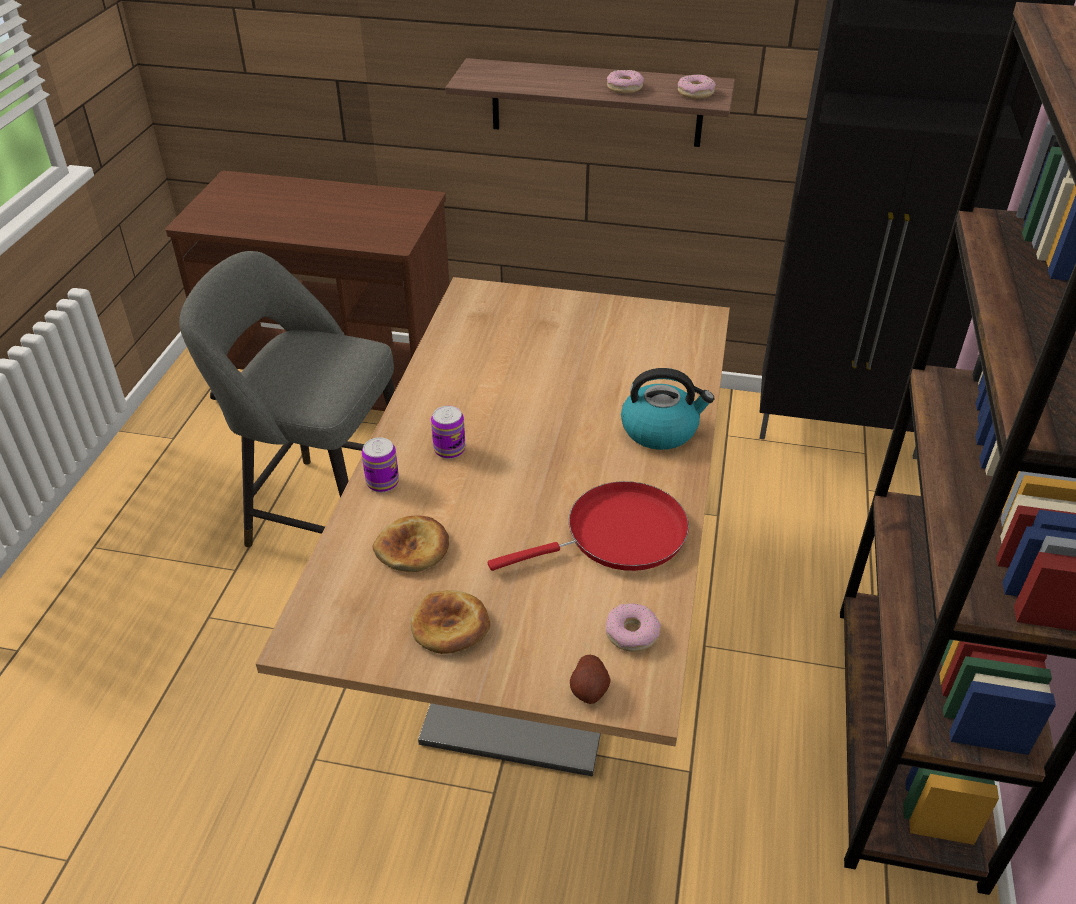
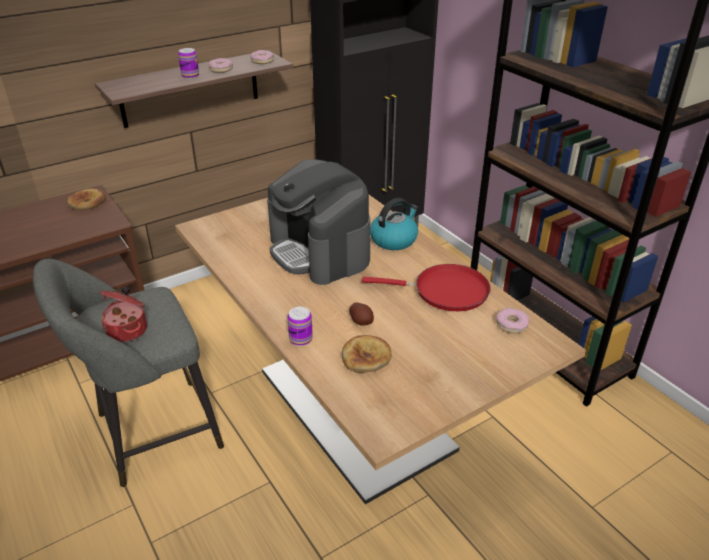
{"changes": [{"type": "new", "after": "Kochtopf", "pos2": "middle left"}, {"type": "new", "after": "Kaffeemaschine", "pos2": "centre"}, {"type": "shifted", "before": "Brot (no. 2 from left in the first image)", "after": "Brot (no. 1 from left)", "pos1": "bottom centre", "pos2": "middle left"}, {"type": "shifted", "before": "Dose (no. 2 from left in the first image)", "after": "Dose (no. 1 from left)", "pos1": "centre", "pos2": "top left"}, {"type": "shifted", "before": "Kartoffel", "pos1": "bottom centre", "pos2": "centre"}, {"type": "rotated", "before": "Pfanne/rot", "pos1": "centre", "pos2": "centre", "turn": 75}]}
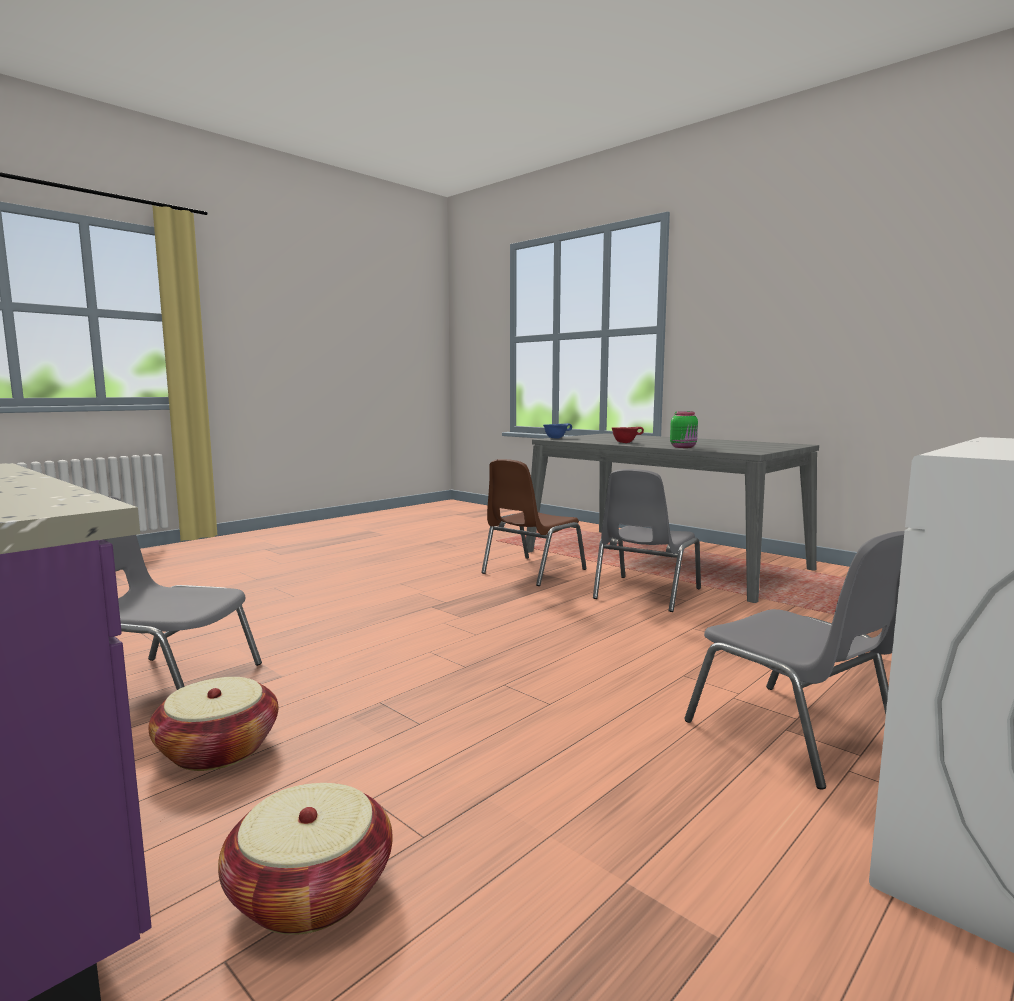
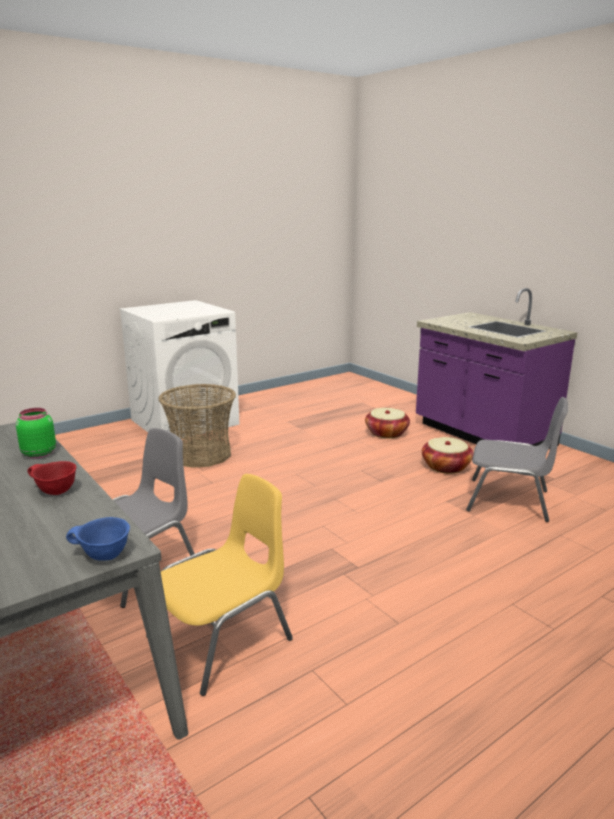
{"changes": [{"type": "swapped", "before": "Stuhl/grau (no. 3 from left)", "after": "Korb (no. 1 from left)", "pos1": "middle right", "pos2": "middle left"}, {"type": "repainted", "before": "Stuhl/braun", "after": "Stuhl/gelb", "pos1": "centre", "pos2": "bottom centre"}]}
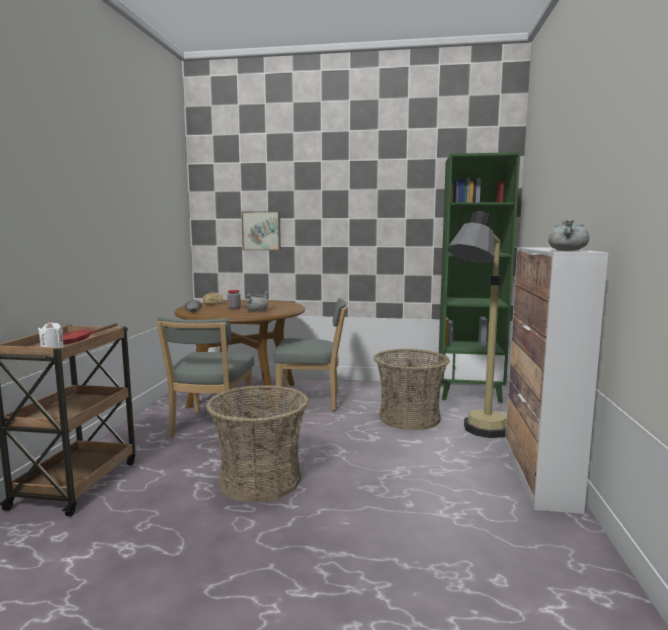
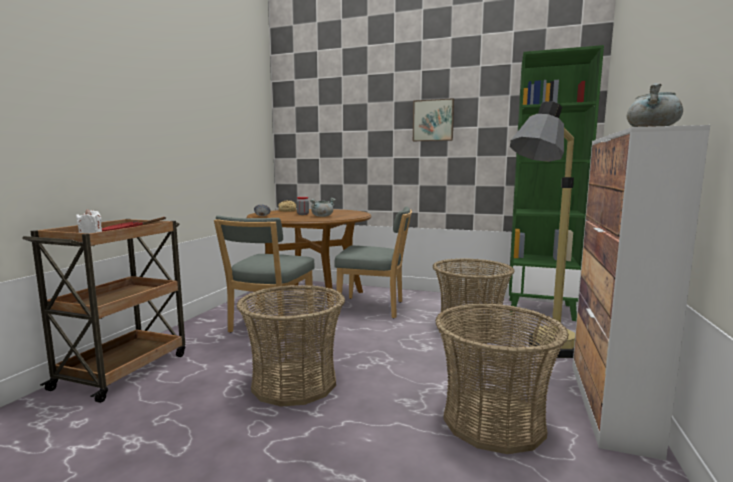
{"changes": [{"type": "new", "after": "Korb (no. 3 from left)", "pos2": "bottom right"}, {"type": "shifted", "before": "Bild", "pos1": "centre", "pos2": "top centre"}]}
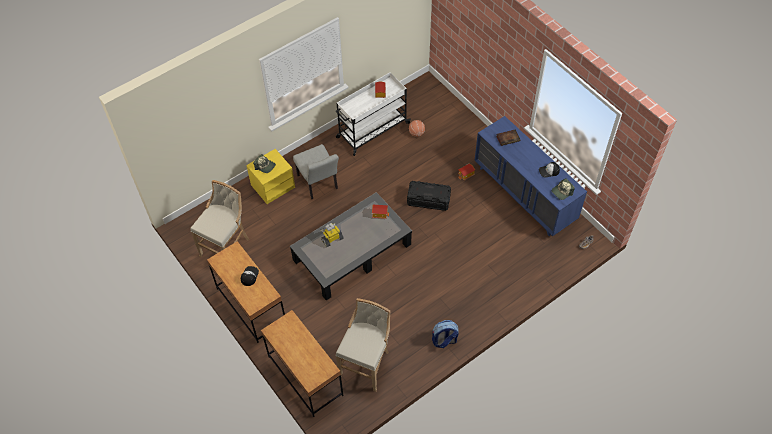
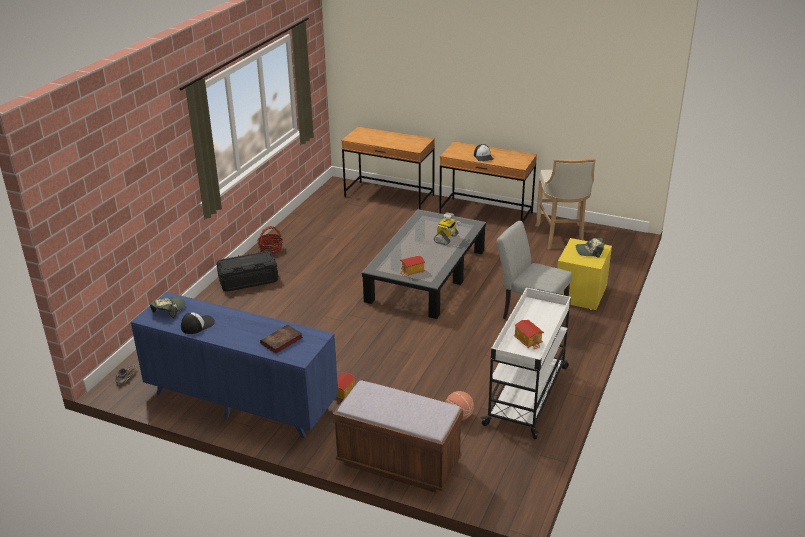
{"changes": [{"type": "gone", "before": "Hocker/beige (no. 2 from left)", "pos1": "bottom centre"}, {"type": "new", "after": "Bank/braun", "pos2": "bottom centre"}, {"type": "shifted", "before": "Aufbewahrungsbox/schwarz", "pos1": "centre", "pos2": "middle left"}, {"type": "swapped", "before": "Rucksack", "after": "Korb", "pos1": "bottom centre", "pos2": "centre"}]}
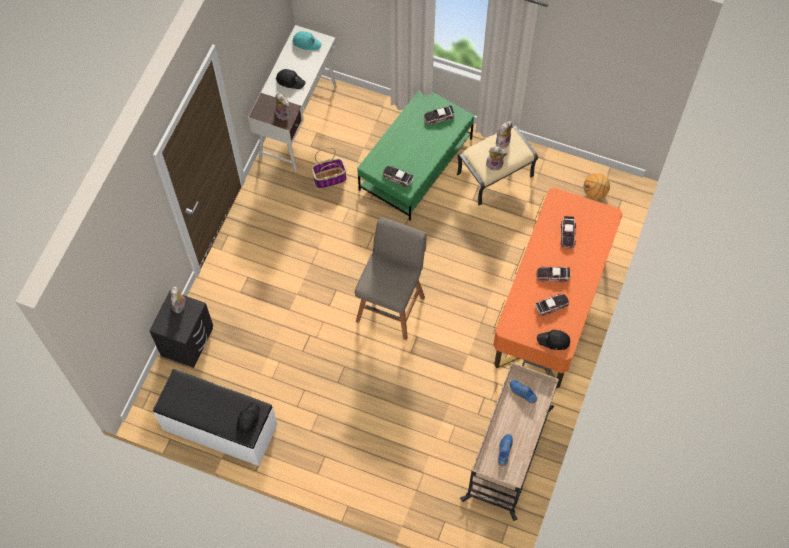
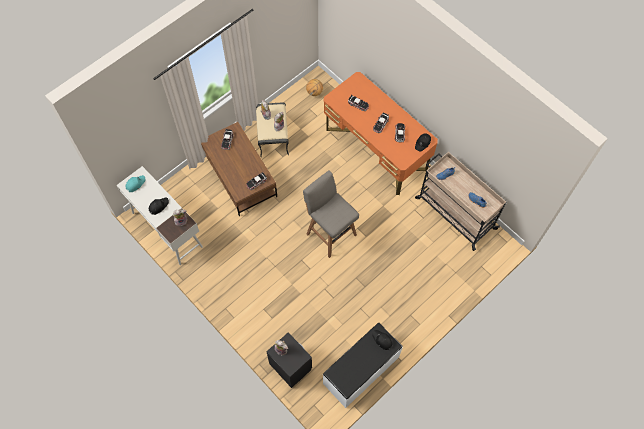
{"changes": [{"type": "gone", "before": "Korb", "pos1": "top centre"}, {"type": "repainted", "before": "Couchtisch/grün", "after": "Couchtisch/braun", "pos1": "top centre", "pos2": "centre"}]}
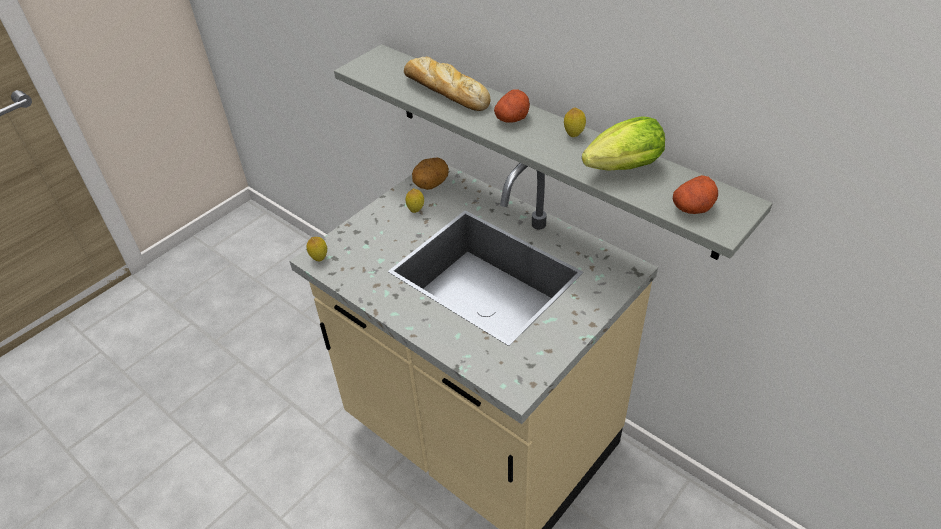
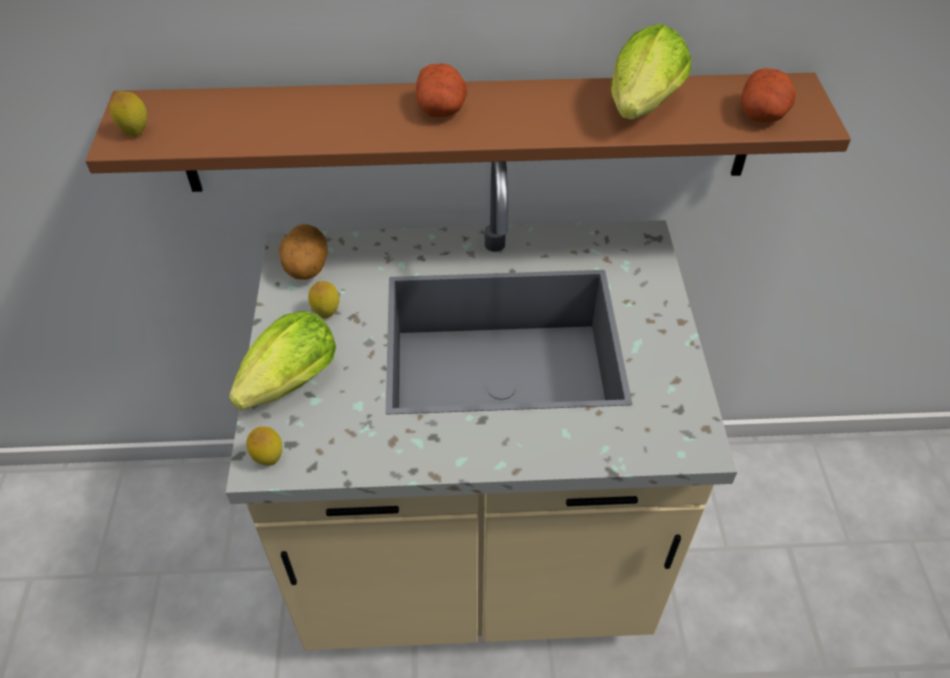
{"changes": [{"type": "gone", "before": "Brot", "pos1": "top centre"}, {"type": "new", "after": "Salatkopf (no. 1 from left)", "pos2": "middle left"}, {"type": "shifted", "before": "Zitrone (no. 3 from left in the first image)", "after": "Zitrone (no. 1 from left)", "pos1": "top centre", "pos2": "top left"}, {"type": "repainted", "before": "Wandregal/grau", "after": "Wandregal/braun", "pos1": "top centre", "pos2": "top centre"}]}
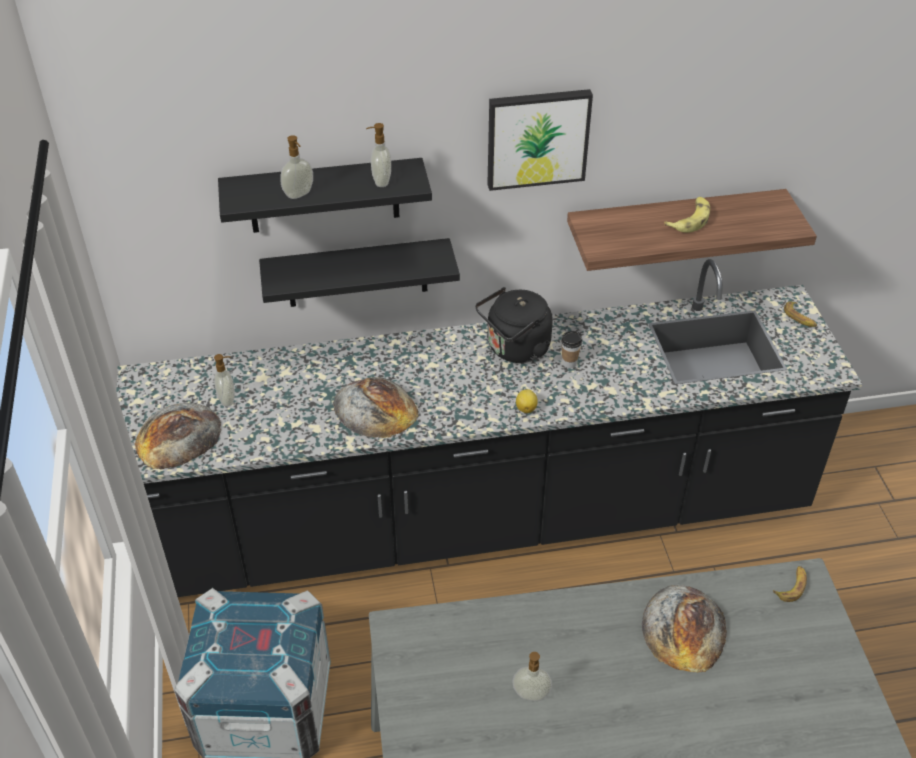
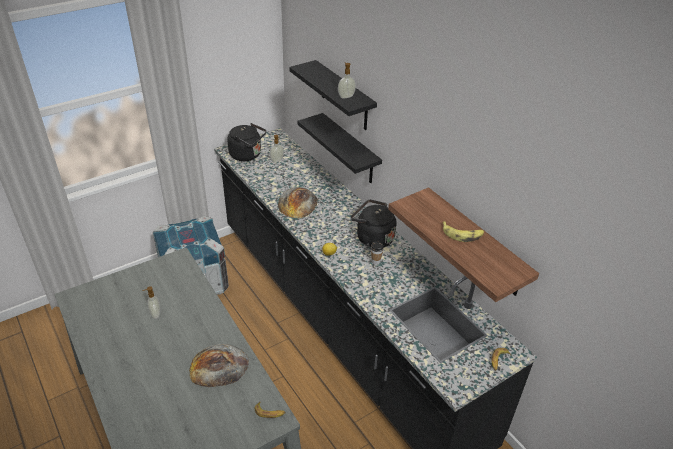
{"changes": [{"type": "gone", "before": "Seifenspender (no. 2 from left)", "pos1": "top left"}, {"type": "gone", "before": "Bild", "pos1": "top centre"}, {"type": "swapped", "before": "Brot (no. 1 from left)", "after": "Wasserkessel/schwarz (no. 1 from left)", "pos1": "middle left", "pos2": "top centre"}]}
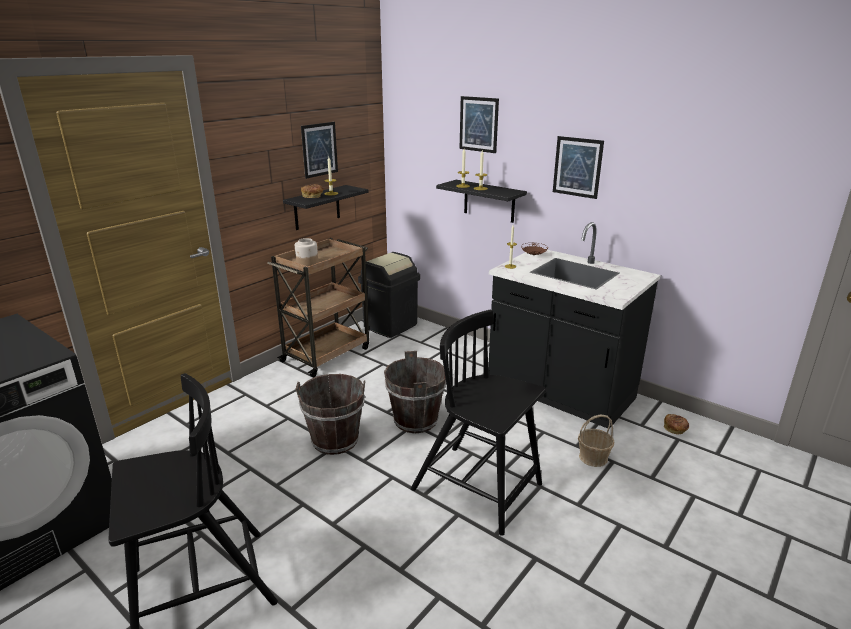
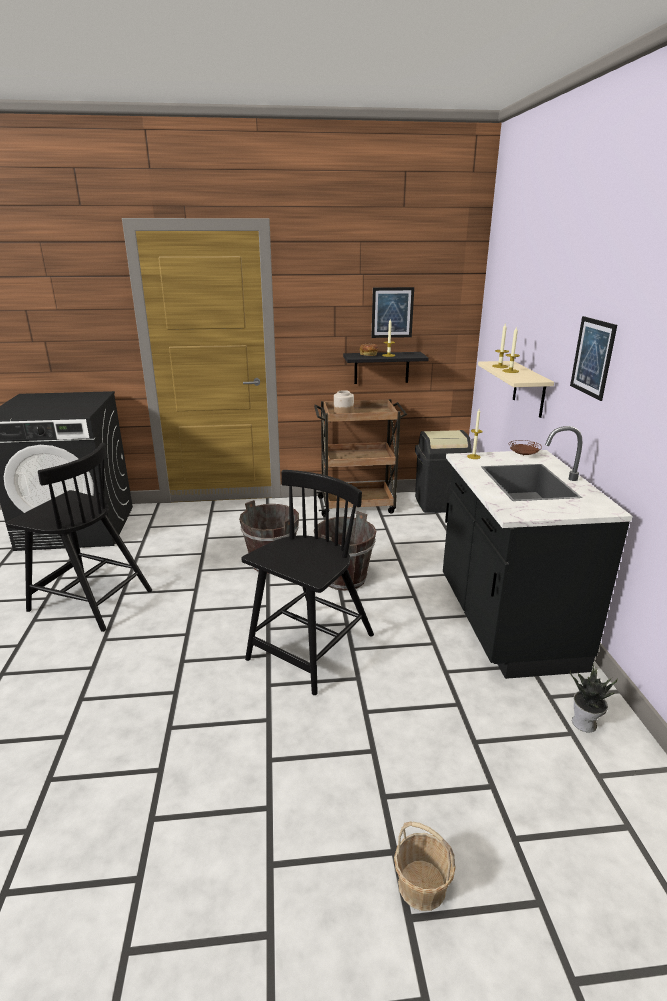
{"changes": [{"type": "gone", "before": "Bild (no. 2 from left)", "pos1": "top centre"}, {"type": "shifted", "before": "Korb", "pos1": "bottom right", "pos2": "bottom centre"}, {"type": "swapped", "before": "Brot (no. 2 from left)", "after": "Topfpflanze", "pos1": "bottom right", "pos2": "bottom right"}, {"type": "repainted", "before": "Wandregal/schwarz (no. 2 from left)", "after": "Wandregal/beige", "pos1": "top centre", "pos2": "middle right"}, {"type": "rotated", "before": "Stuhl/schwarz (no. 2 from left)", "pos1": "bottom centre", "pos2": "centre", "turn": 45}]}
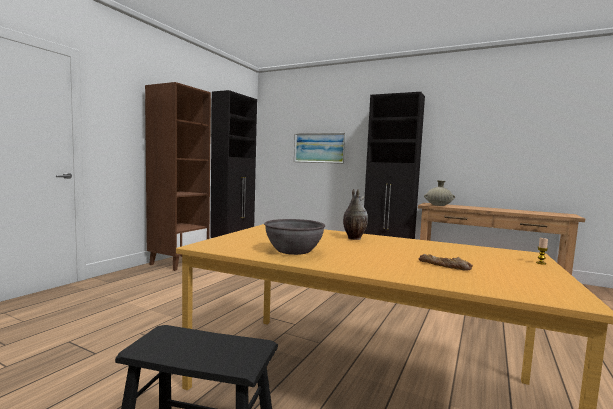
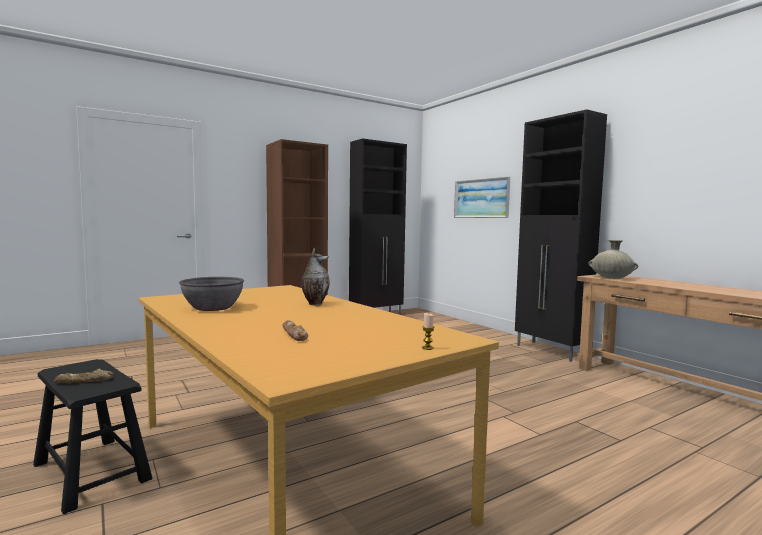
{"changes": [{"type": "new", "after": "Brot (no. 1 from left)", "pos2": "bottom left"}]}
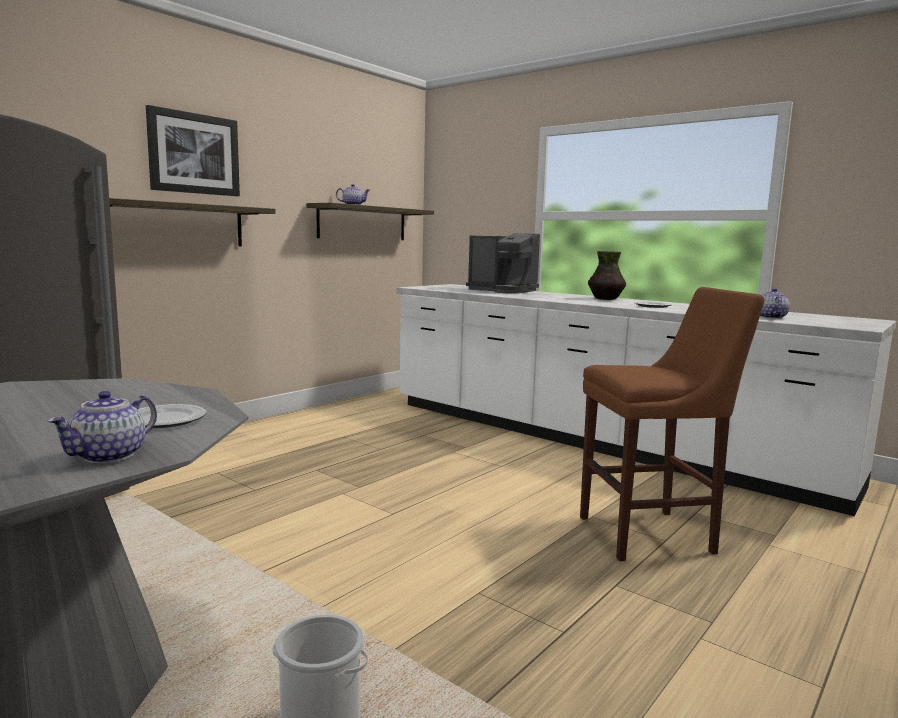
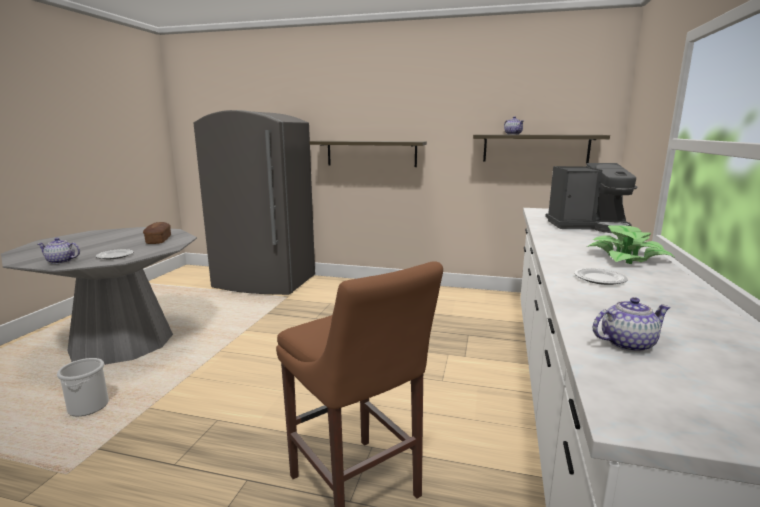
{"changes": [{"type": "gone", "before": "Bild", "pos1": "top left"}, {"type": "new", "after": "Brot", "pos2": "middle left"}, {"type": "swapped", "before": "Vase", "after": "Topfpflanze", "pos1": "middle right", "pos2": "middle right"}, {"type": "rotated", "before": "Kaffeemaschine", "pos1": "centre", "pos2": "middle right", "turn": -90}]}
